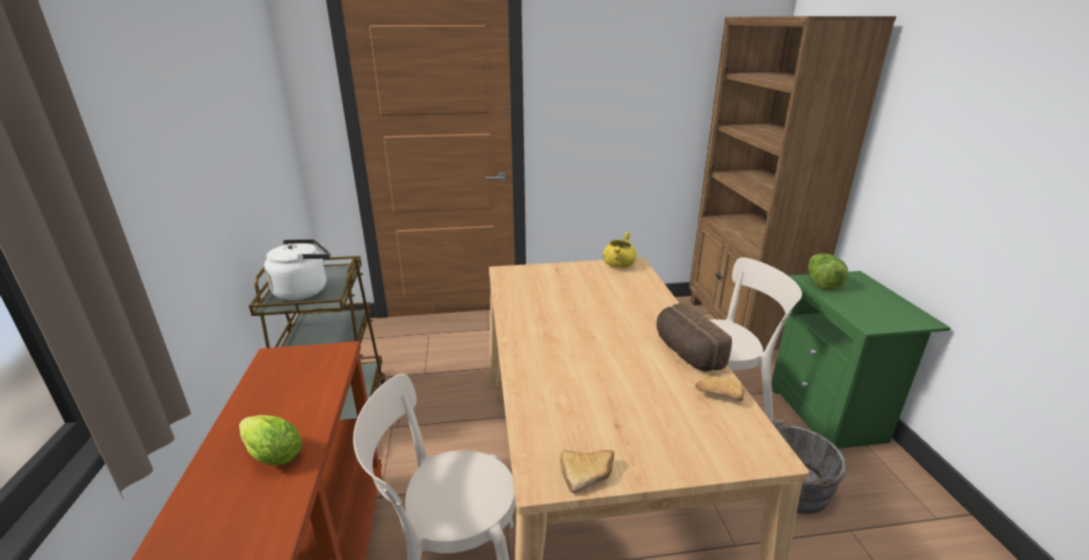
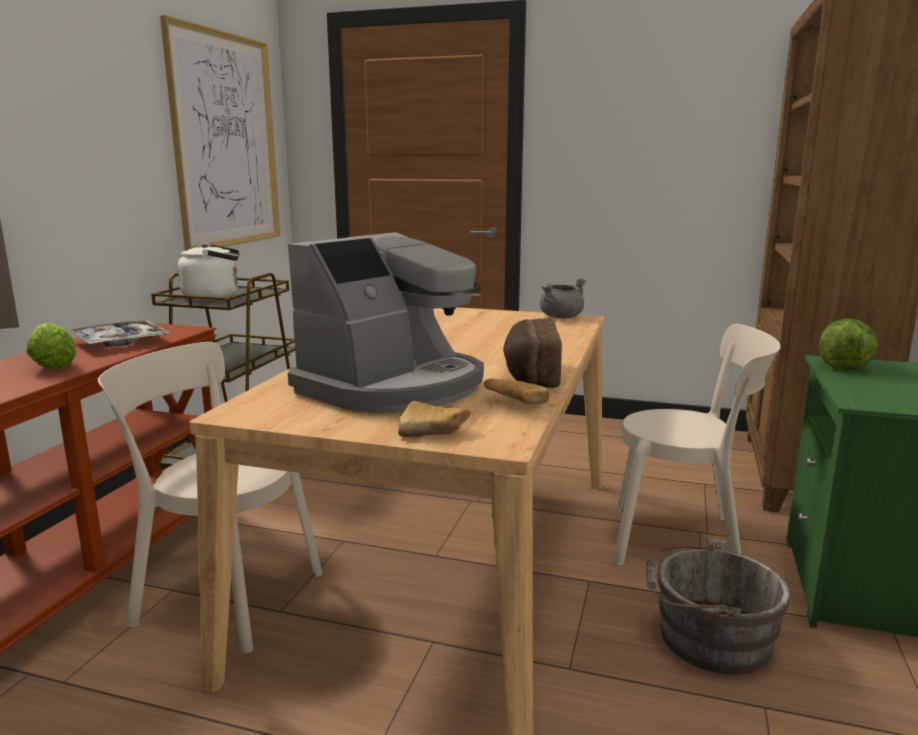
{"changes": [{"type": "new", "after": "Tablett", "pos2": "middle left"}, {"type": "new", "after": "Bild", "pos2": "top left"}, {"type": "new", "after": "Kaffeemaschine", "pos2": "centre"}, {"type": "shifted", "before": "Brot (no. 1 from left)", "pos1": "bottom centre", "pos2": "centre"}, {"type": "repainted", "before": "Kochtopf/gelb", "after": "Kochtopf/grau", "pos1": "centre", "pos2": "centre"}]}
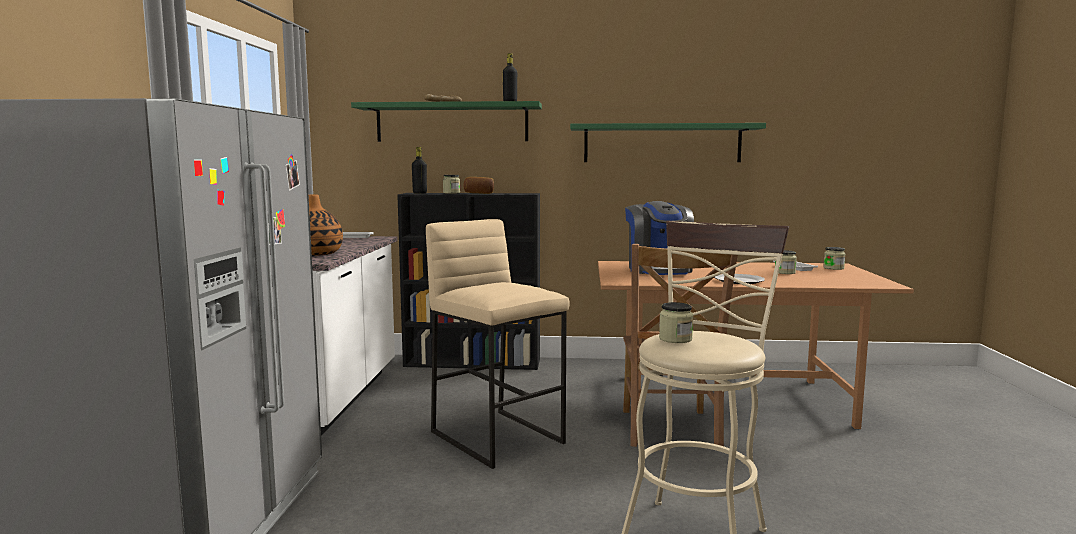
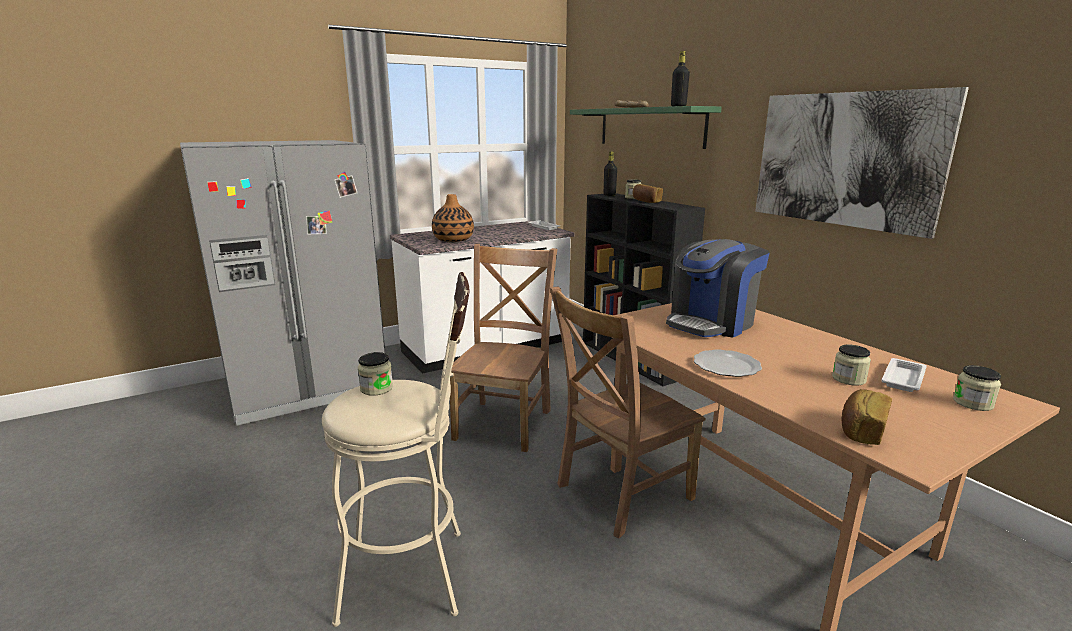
{"changes": [{"type": "new", "after": "Brot (no. 3 from left)", "pos2": "middle right"}, {"type": "swapped", "before": "Hocker/beige (no. 1 from left)", "after": "Stuhl/braun (no. 1 from left)", "pos1": "centre", "pos2": "centre"}, {"type": "swapped", "before": "Wandregal/grün (no. 2 from left)", "after": "Bild", "pos1": "top centre", "pos2": "top right"}]}
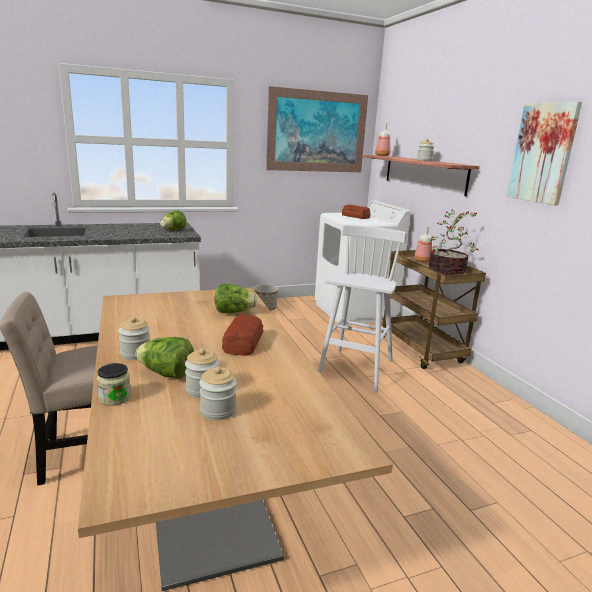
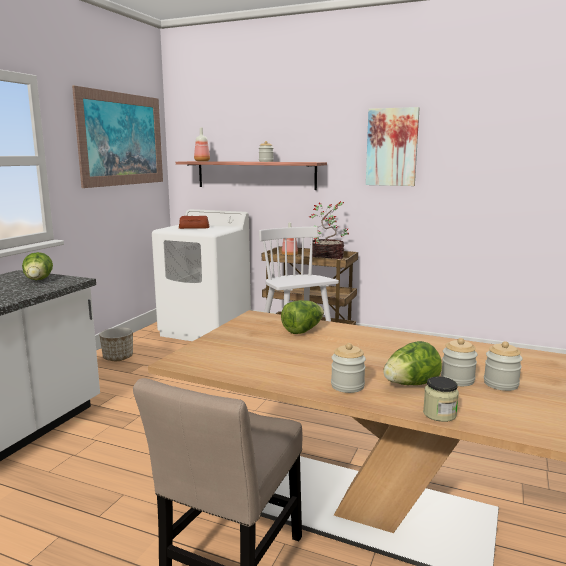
{"changes": [{"type": "gone", "before": "Brot (no. 1 from left)", "pos1": "centre"}]}
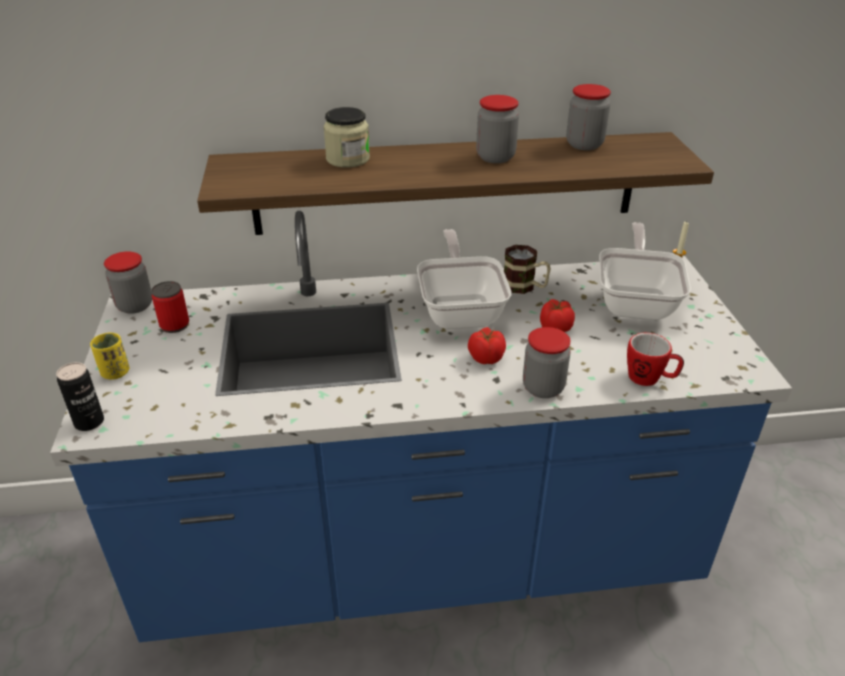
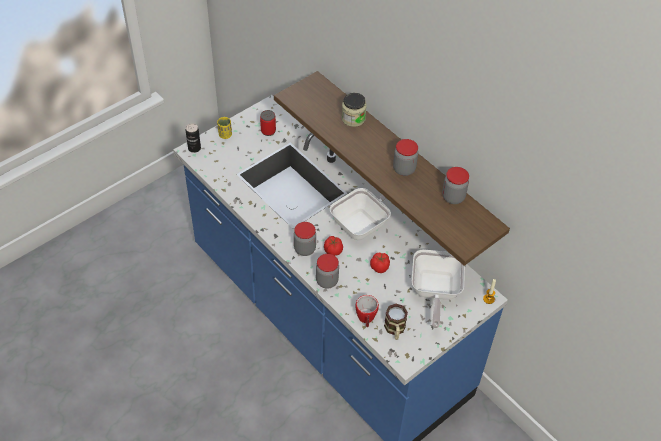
{"changes": [{"type": "shifted", "before": "Vorratsglas (no. 1 from left)", "pos1": "middle left", "pos2": "centre"}, {"type": "shifted", "before": "Henkelbecher (no. 1 from left in the first image)", "after": "Henkelbecher (no. 2 from left)", "pos1": "centre", "pos2": "bottom centre"}, {"type": "rotated", "before": "Pfanne (no. 2 from left)", "pos1": "middle right", "pos2": "centre", "turn": 120}]}
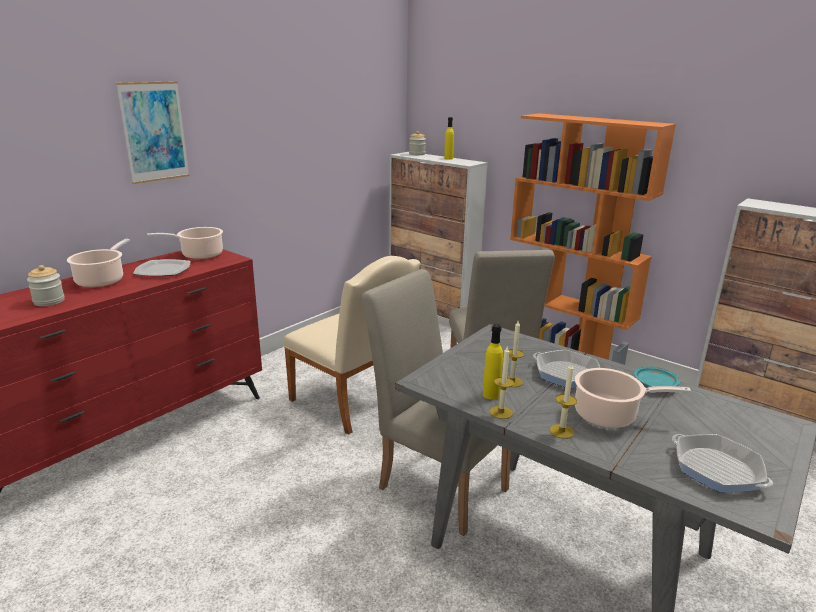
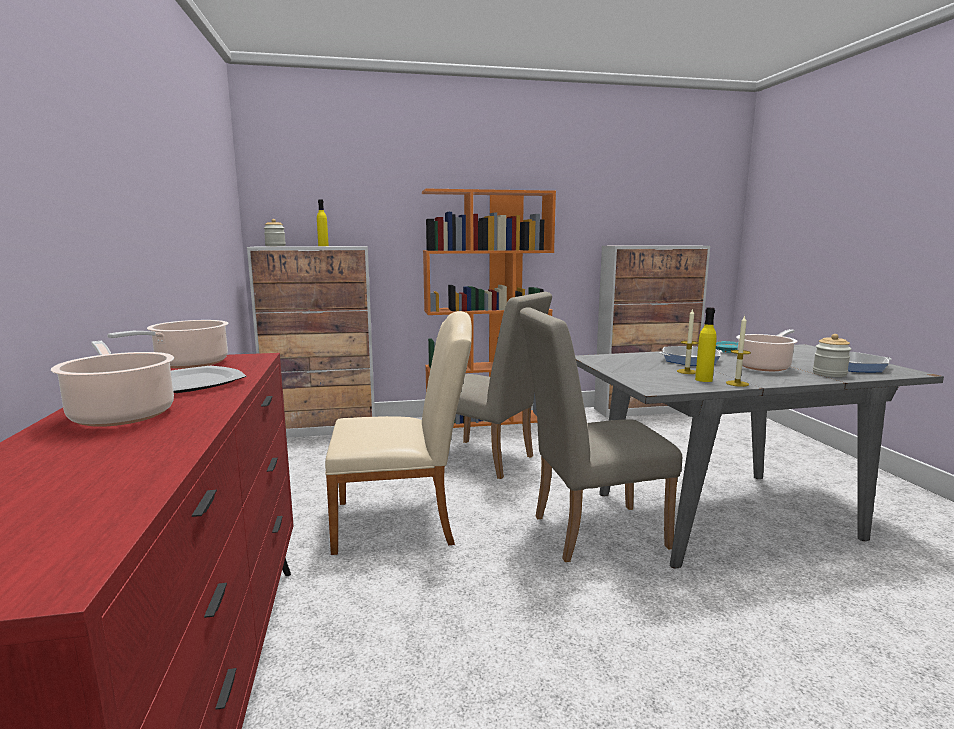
{"changes": [{"type": "gone", "before": "Bild", "pos1": "top left"}, {"type": "gone", "before": "Kerze (no. 3 from left)", "pos1": "middle right"}, {"type": "shifted", "before": "Vorratsglas (no. 1 from left in the first image)", "after": "Vorratsglas (no. 2 from left)", "pos1": "middle left", "pos2": "middle right"}]}
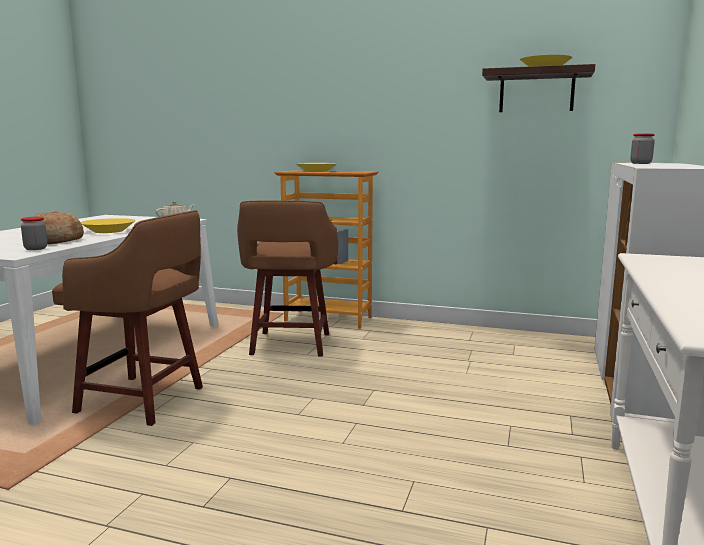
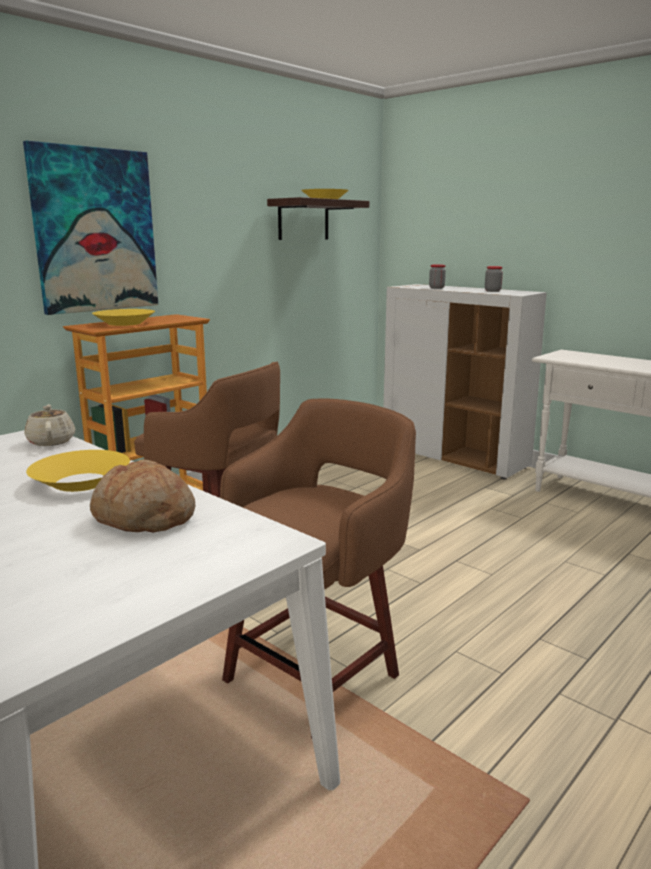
{"changes": [{"type": "new", "after": "Bild", "pos2": "top left"}, {"type": "shifted", "before": "Vorratsglas (no. 1 from left in the first image)", "after": "Vorratsglas (no. 2 from left)", "pos1": "middle left", "pos2": "top right"}]}
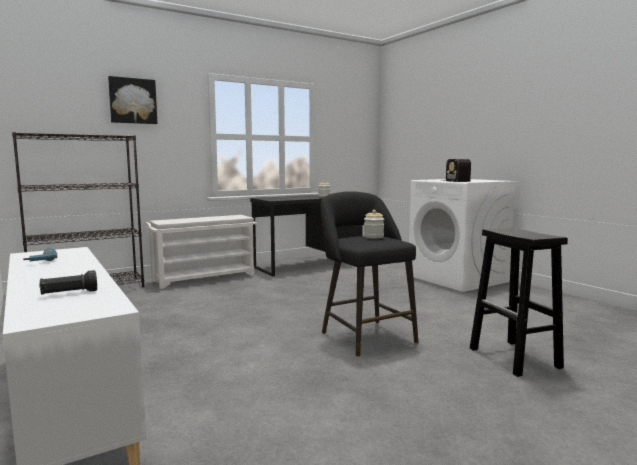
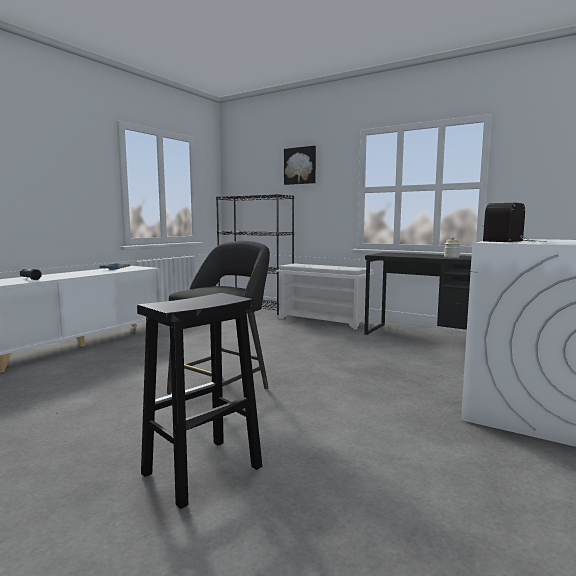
{"changes": [{"type": "gone", "before": "Vorratsglas (no. 2 from left)", "pos1": "centre"}]}
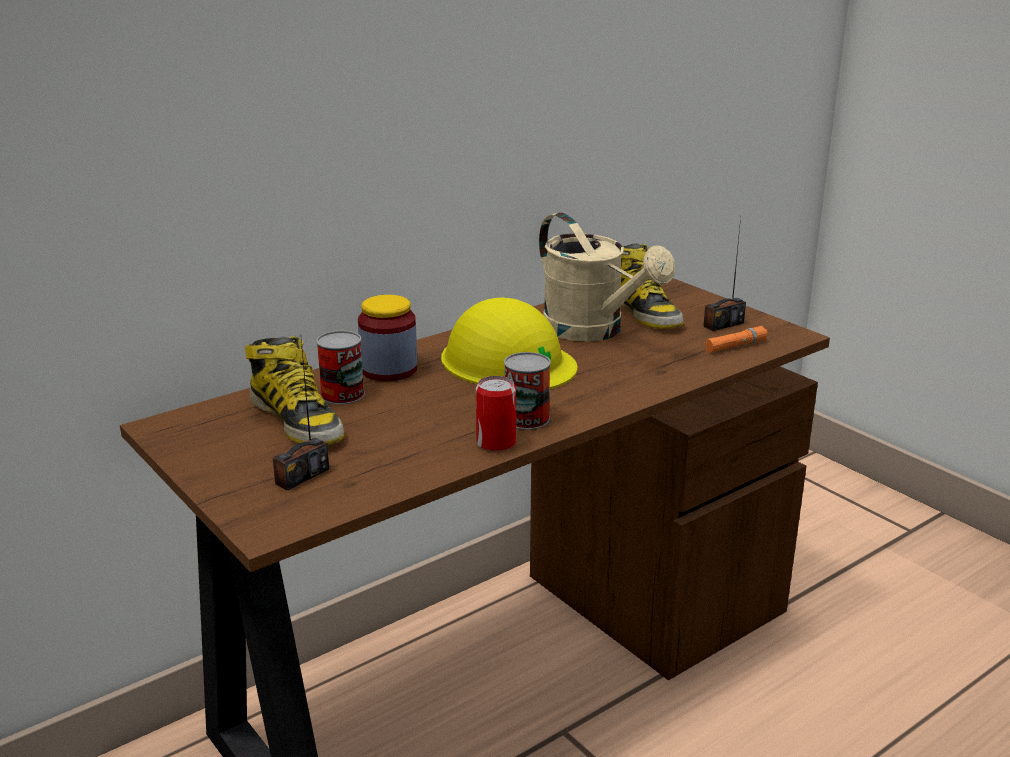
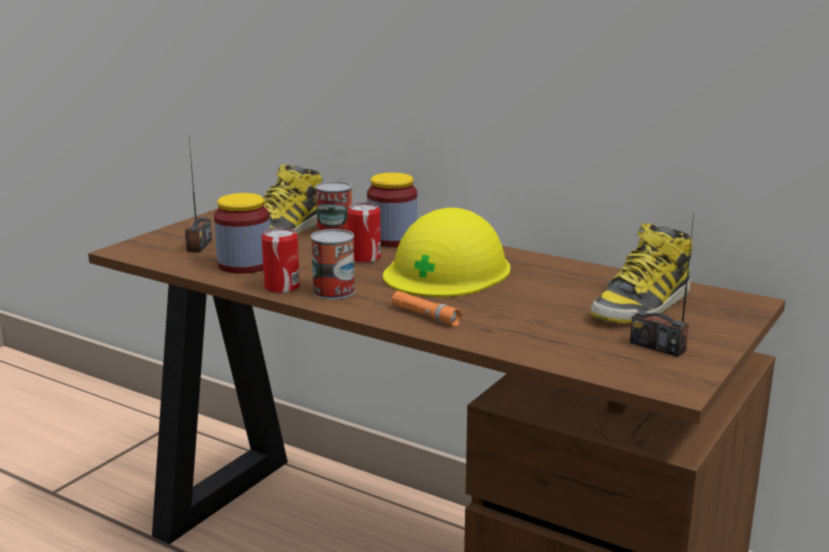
{"changes": [{"type": "gone", "before": "Gießkanne/beige", "pos1": "centre"}, {"type": "new", "after": "Vorratsglas (no. 1 from left)", "pos2": "middle left"}, {"type": "new", "after": "Dose (no. 4 from left)", "pos2": "centre"}, {"type": "shifted", "before": "Taschenlampe/orange", "pos1": "middle right", "pos2": "centre"}, {"type": "rotated", "before": "Radio (no. 1 from left)", "pos1": "middle left", "pos2": "middle left", "turn": -105}]}
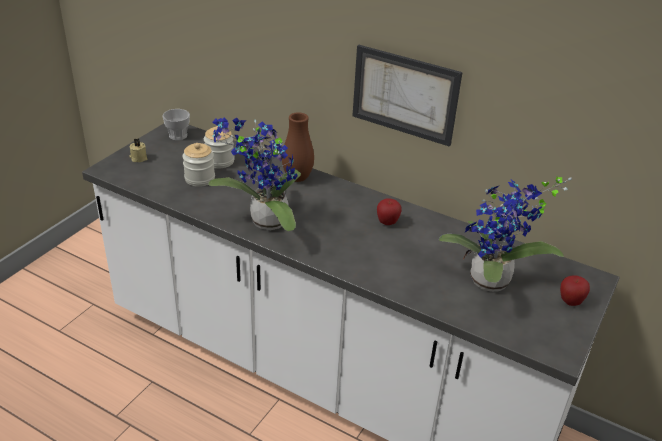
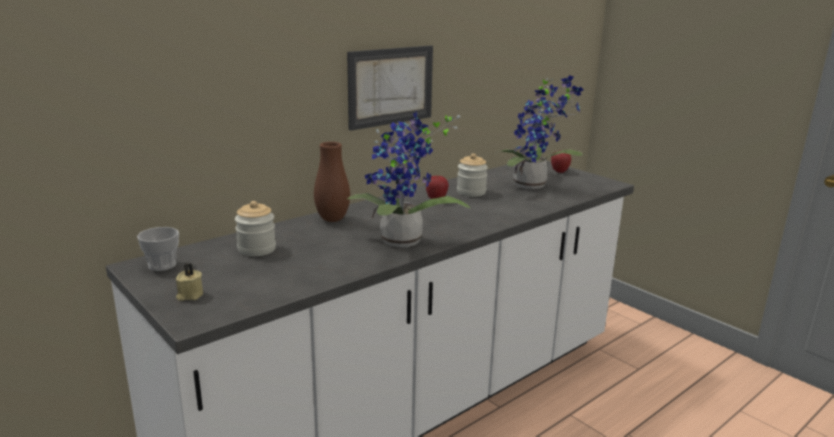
{"changes": [{"type": "shifted", "before": "Vorratsglas (no. 1 from left in the first image)", "after": "Vorratsglas (no. 2 from left)", "pos1": "middle left", "pos2": "centre"}]}
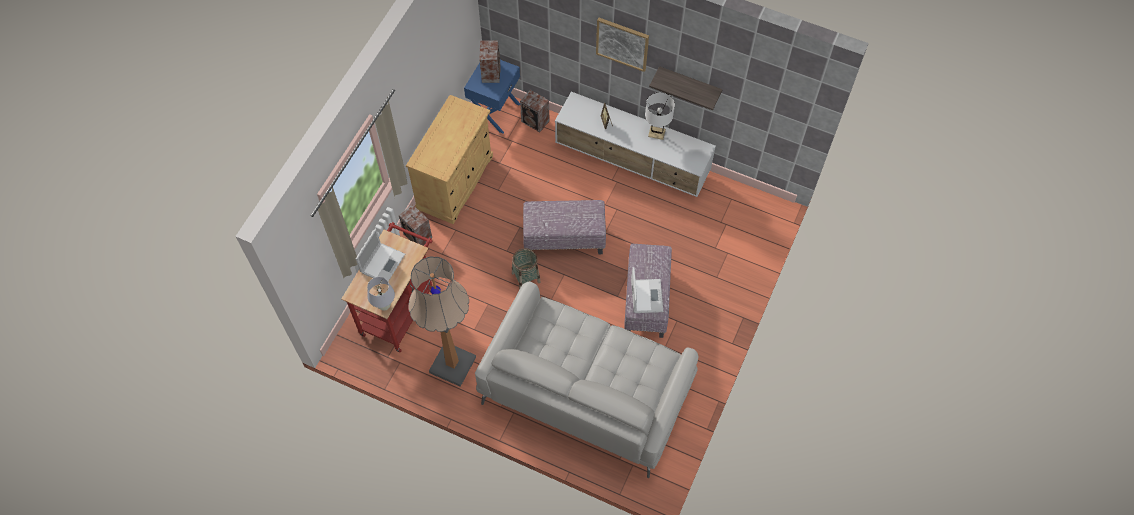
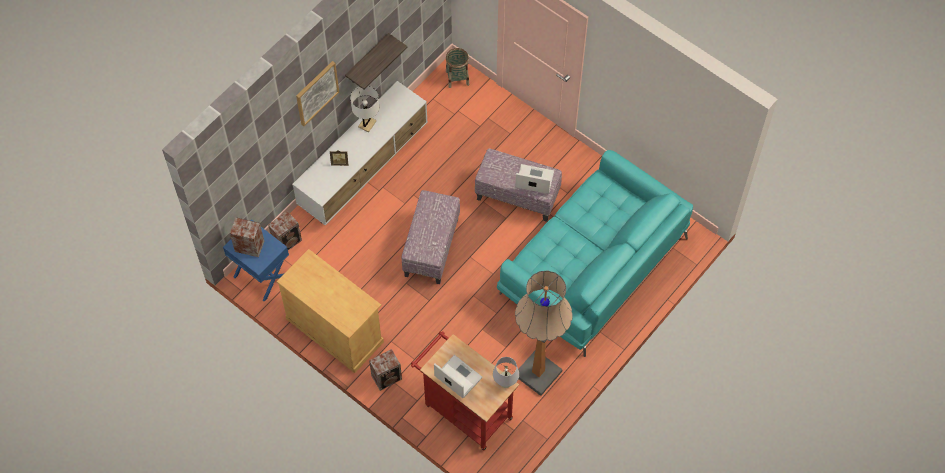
{"changes": [{"type": "shifted", "before": "Korb", "pos1": "centre", "pos2": "top centre"}, {"type": "repainted", "before": "Sofa/grau", "after": "Sofa/türkis", "pos1": "bottom centre", "pos2": "centre"}]}
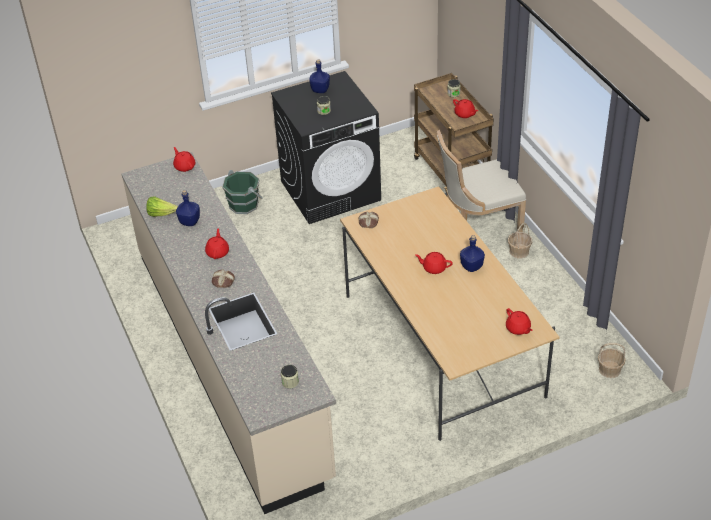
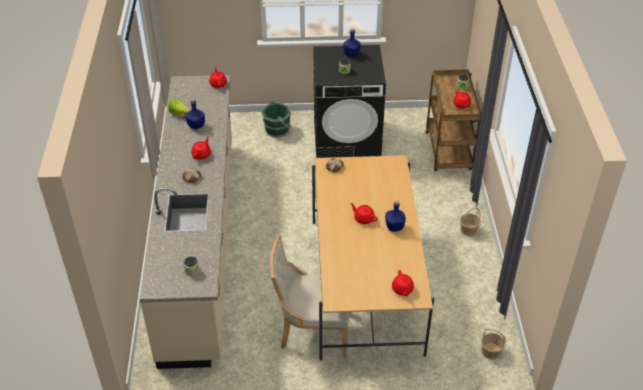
{"changes": [{"type": "shifted", "before": "Stuhl/beige", "pos1": "middle right", "pos2": "bottom centre"}]}
